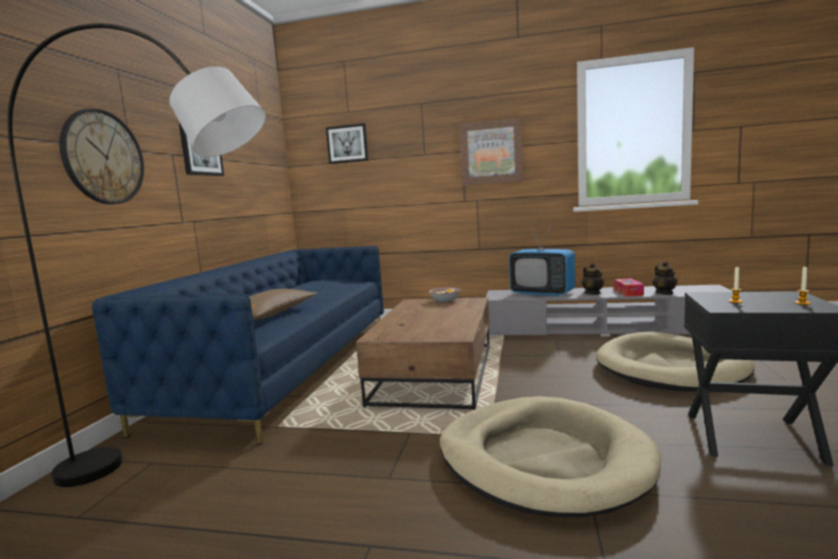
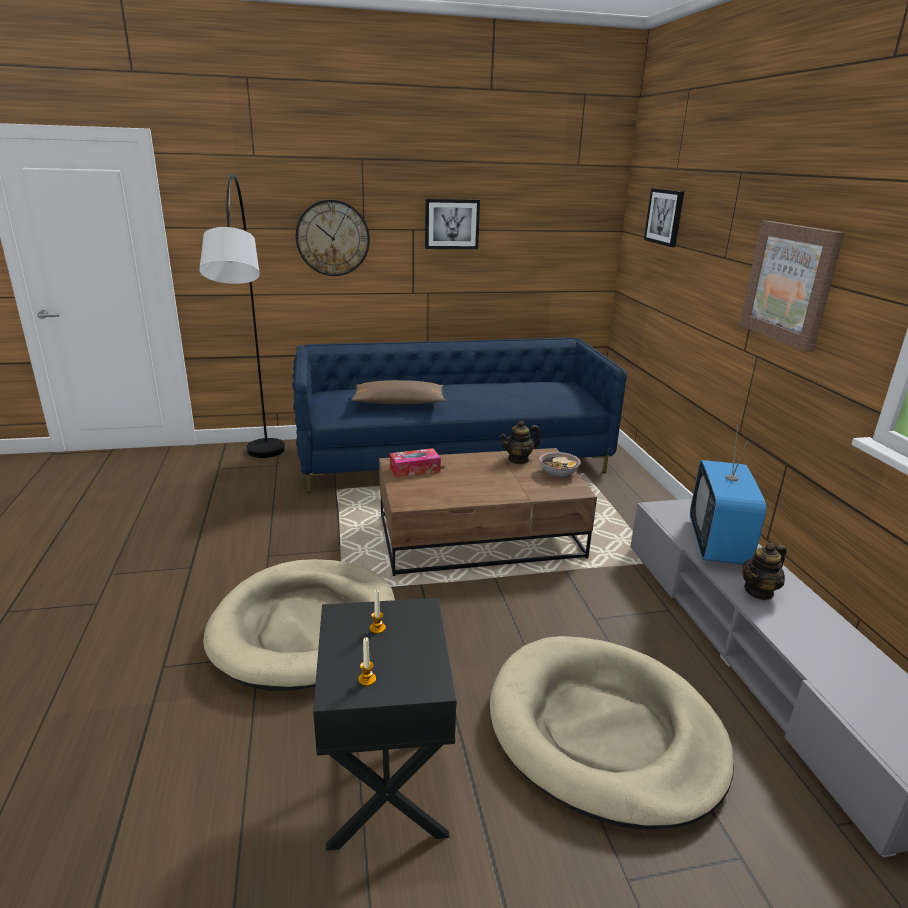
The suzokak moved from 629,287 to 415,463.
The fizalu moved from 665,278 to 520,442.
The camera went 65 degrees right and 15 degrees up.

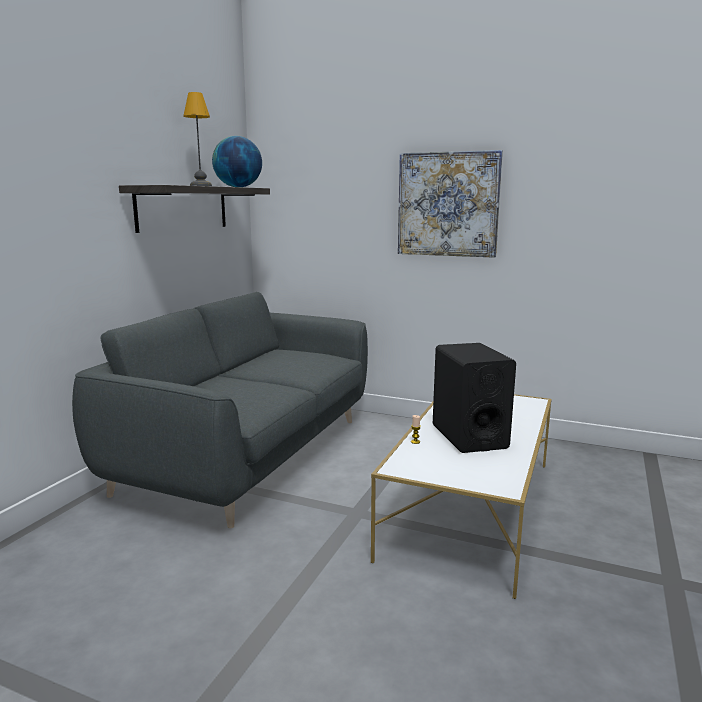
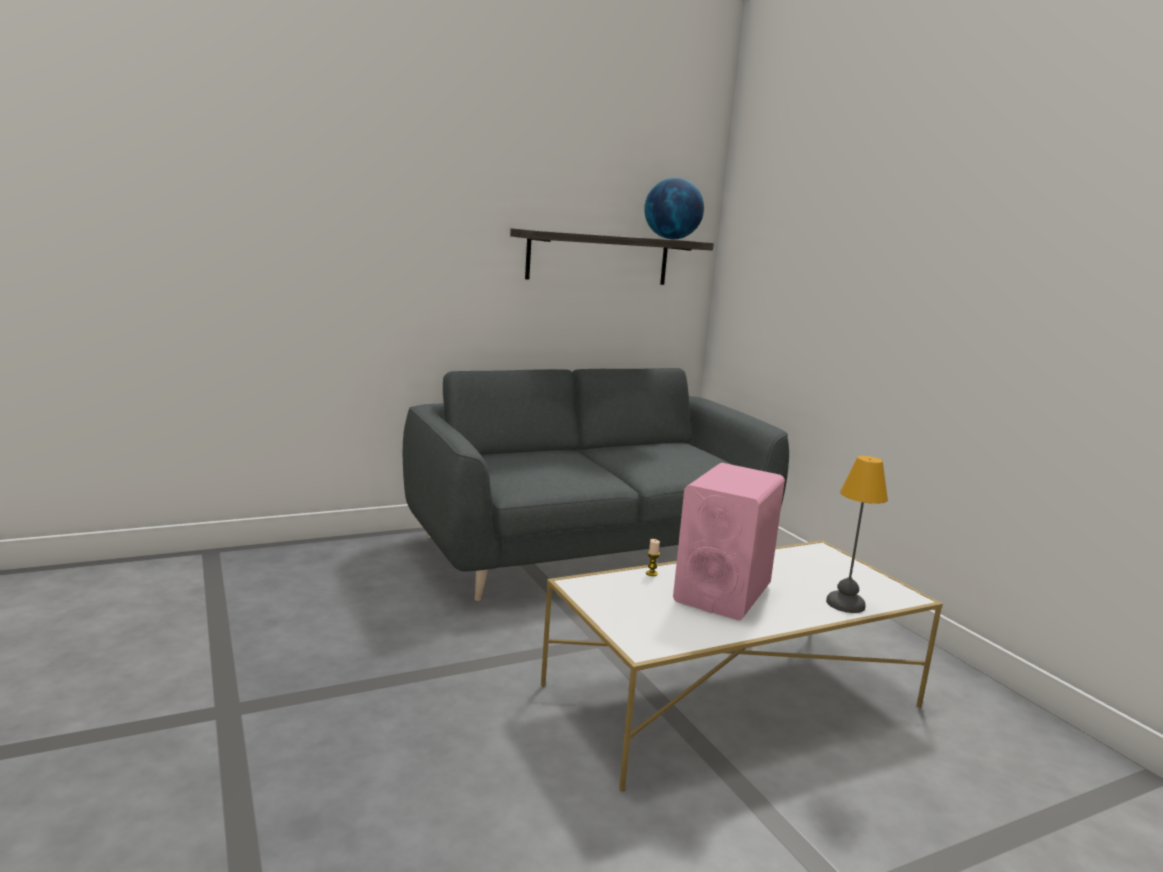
The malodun at 450,204 disappeared.
The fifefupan moved from 197,139 to 857,534.
The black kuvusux at 474,398 became the pink kuvusux at 729,541.
The camera went 40 degrees right and 0 degrees up.

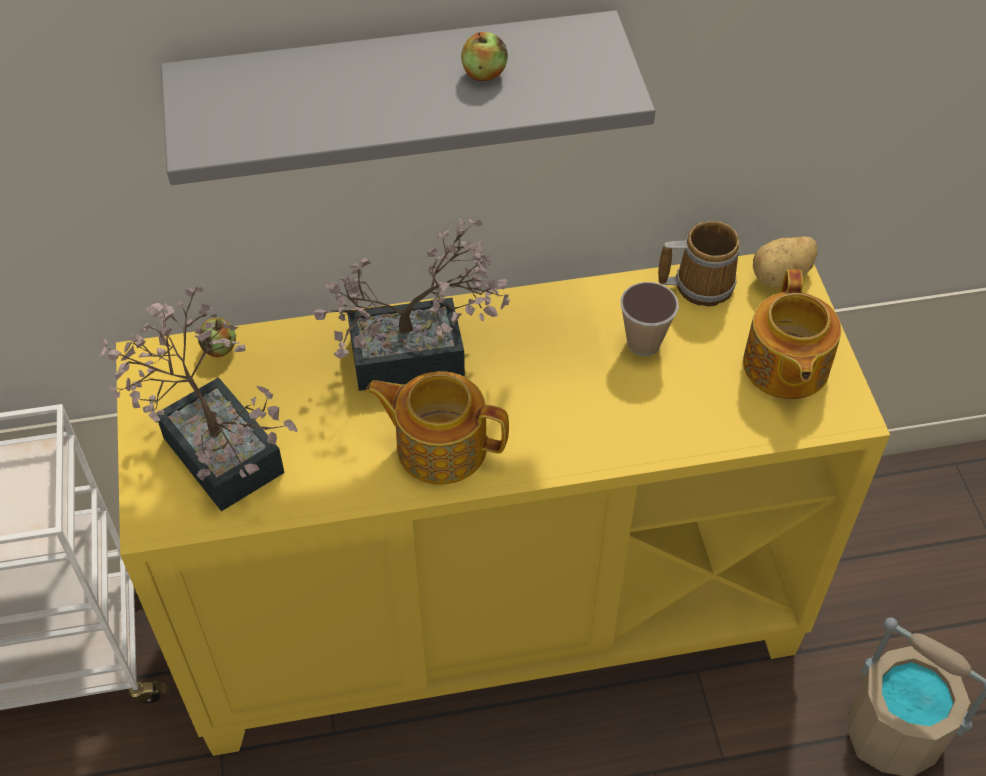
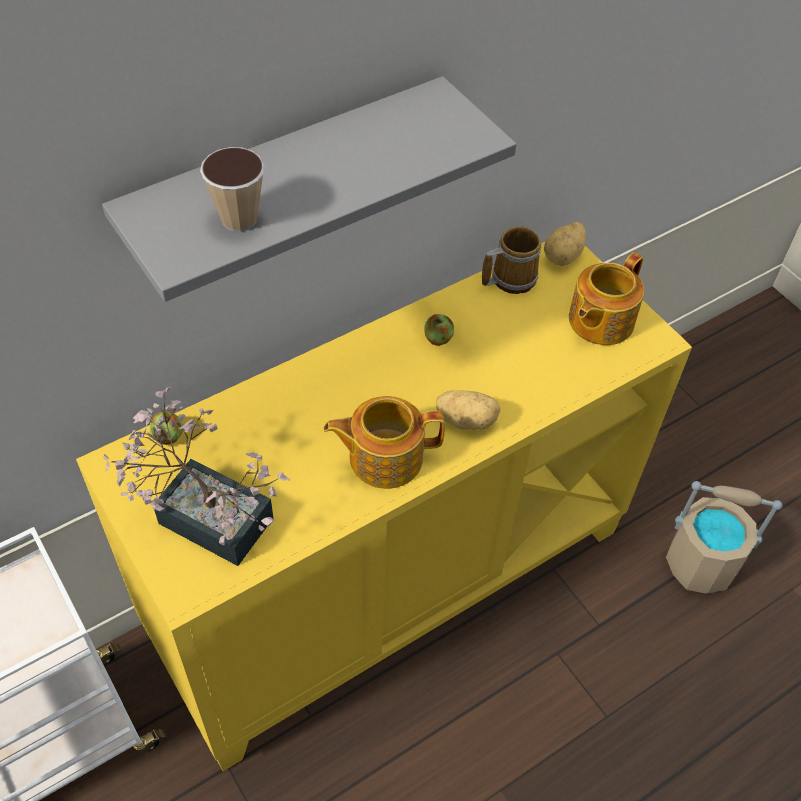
The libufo at 412,304 disappeared.
The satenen at 468,410 appeared.
The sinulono moved from 484,56 to 439,330.
The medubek moved from 649,319 to 232,189.
The fizalu at 792,334 turned 60 degrees clockwise.
The camera went 25 degrees left and 0 degrees up.

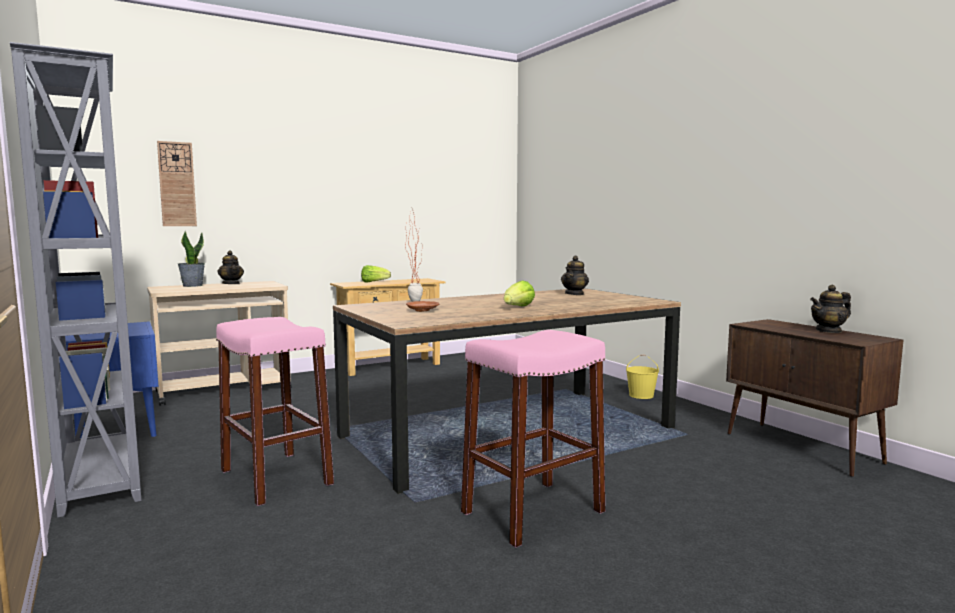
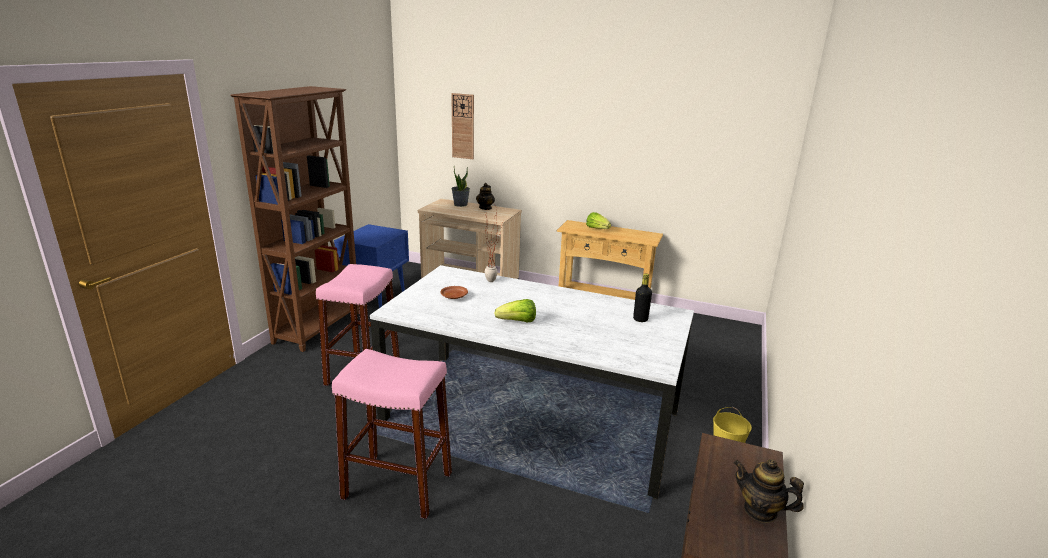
The fizalu at 575,275 was replaced by the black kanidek at 642,298.
The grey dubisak at 75,279 became the brown dubisak at 295,219.
The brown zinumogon at 507,391 became the white zinumogon at 532,382.
The camera went 50 degrees right and 15 degrees up.

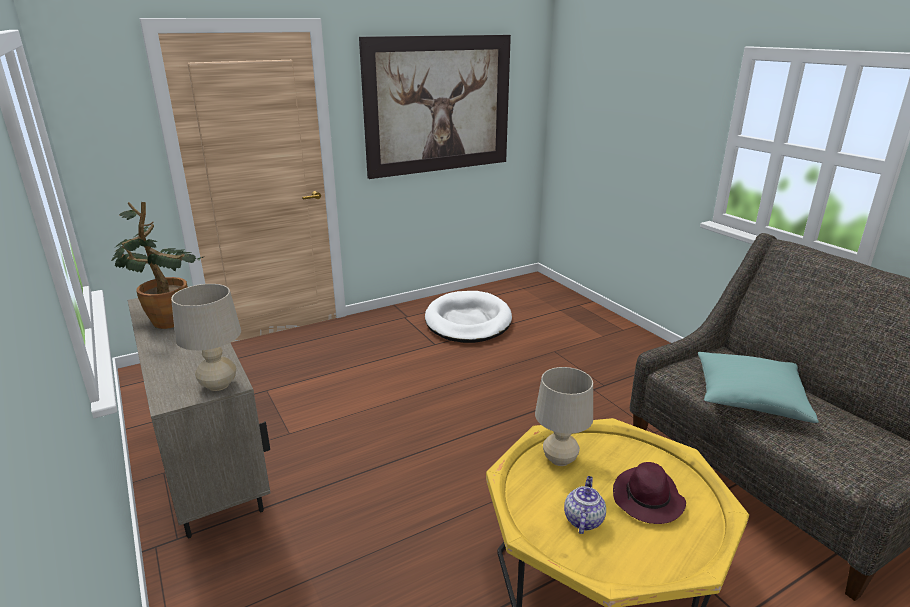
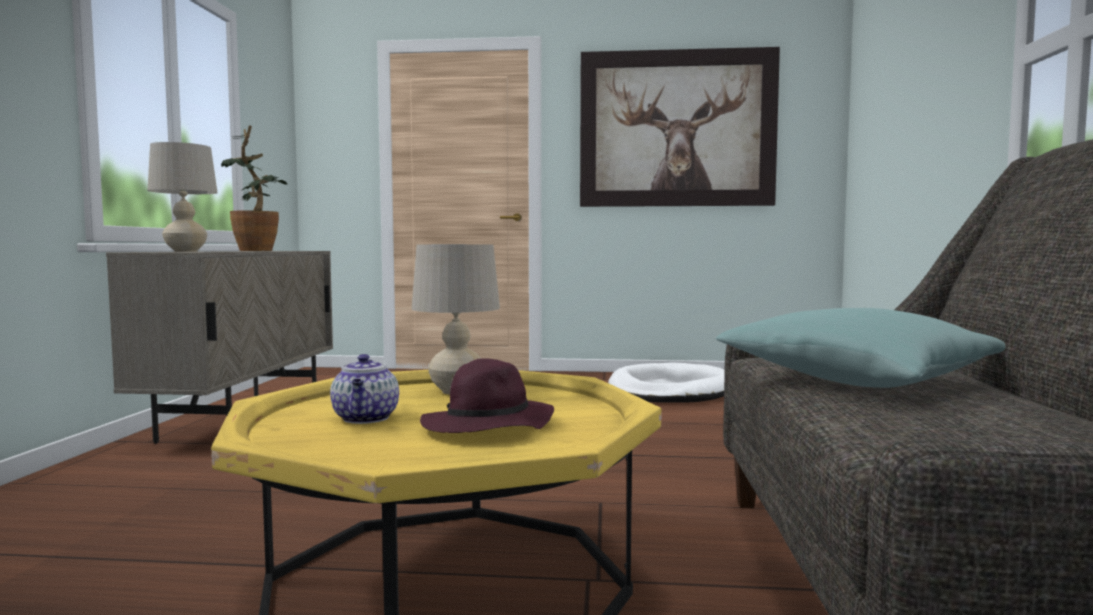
The fizalu at 585,505 turned 120 degrees clockwise.
The camera went 35 degrees right and 20 degrees down.

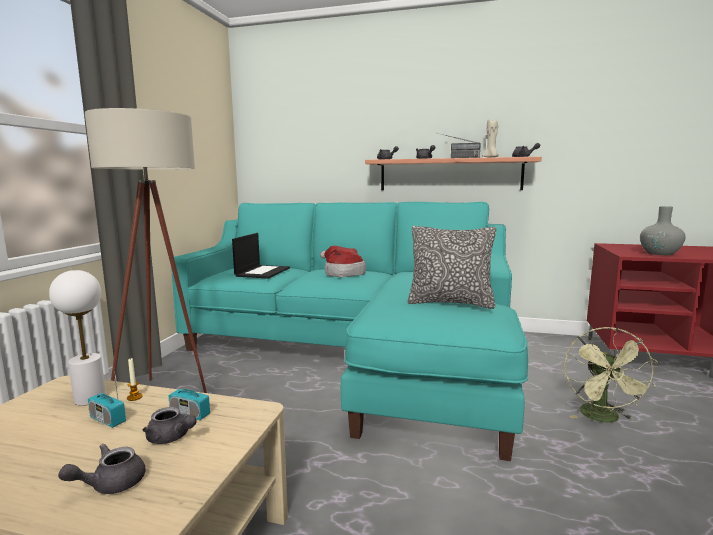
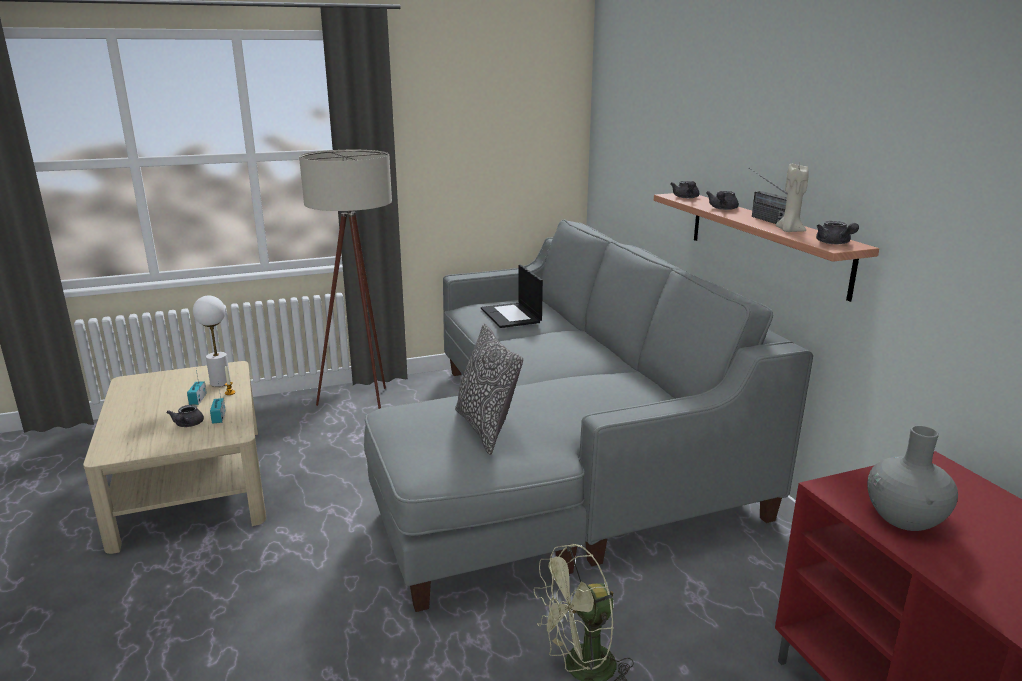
The grey fizalu at 102,469 disappeared.
The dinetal at 343,261 disappeared.
The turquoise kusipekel at 349,331 became the grey kusipekel at 588,416.
The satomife at 261,256 turned 90 degrees clockwise.
The camera went 55 degrees right and 10 degrees up.

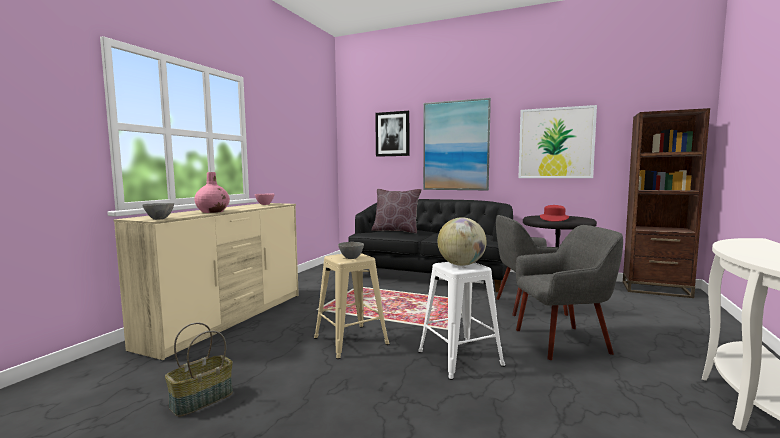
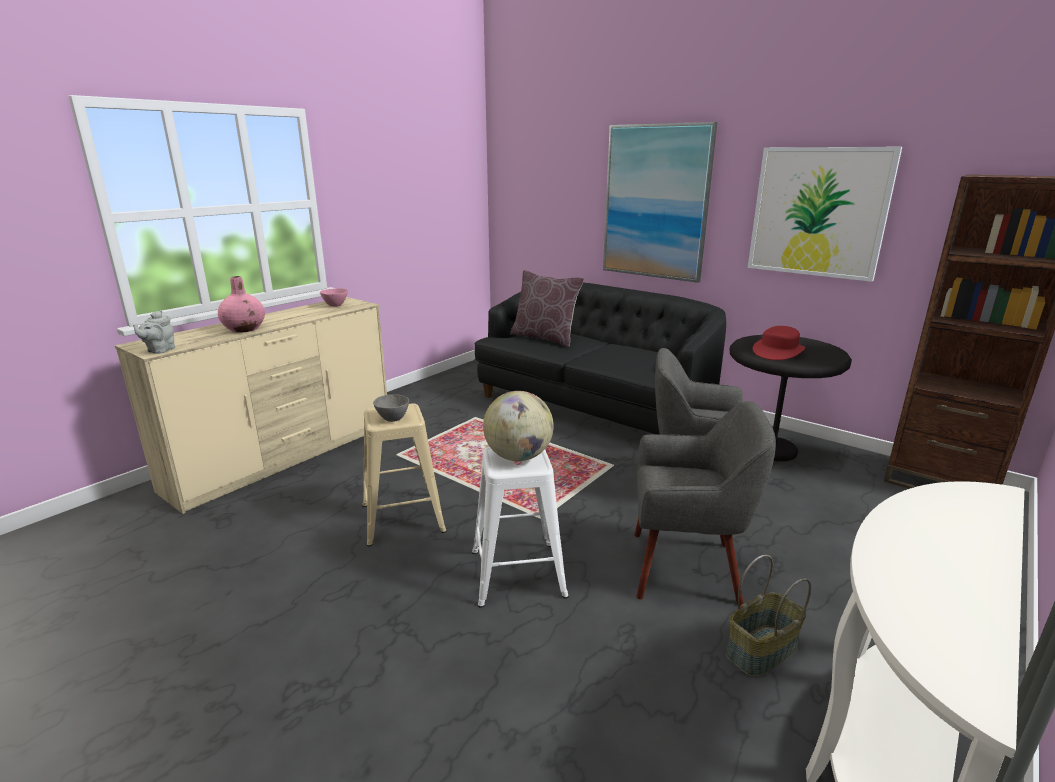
The malodun at 392,134 disappeared.
The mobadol moved from 199,369 to 768,616.
The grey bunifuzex at 158,211 was replaced by the grey fizalu at 154,332.
The camera went 15 degrees right and 15 degrees up.

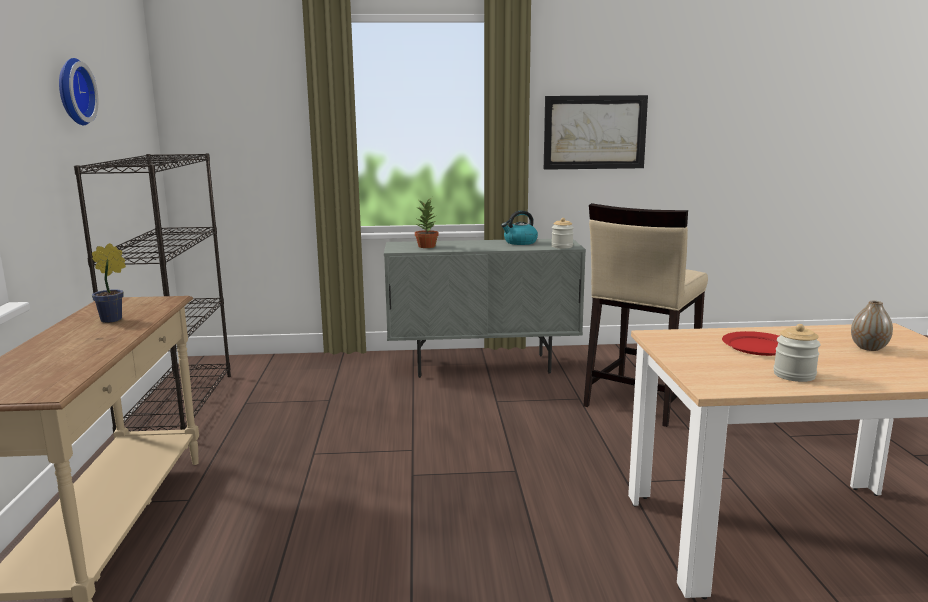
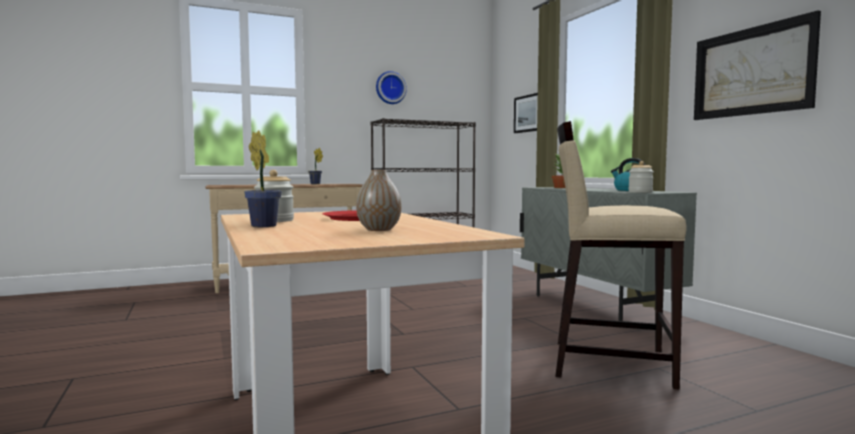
The libufo at 263,178 appeared.
The malodun at 526,113 appeared.
The camera went 70 degrees right and 10 degrees down.

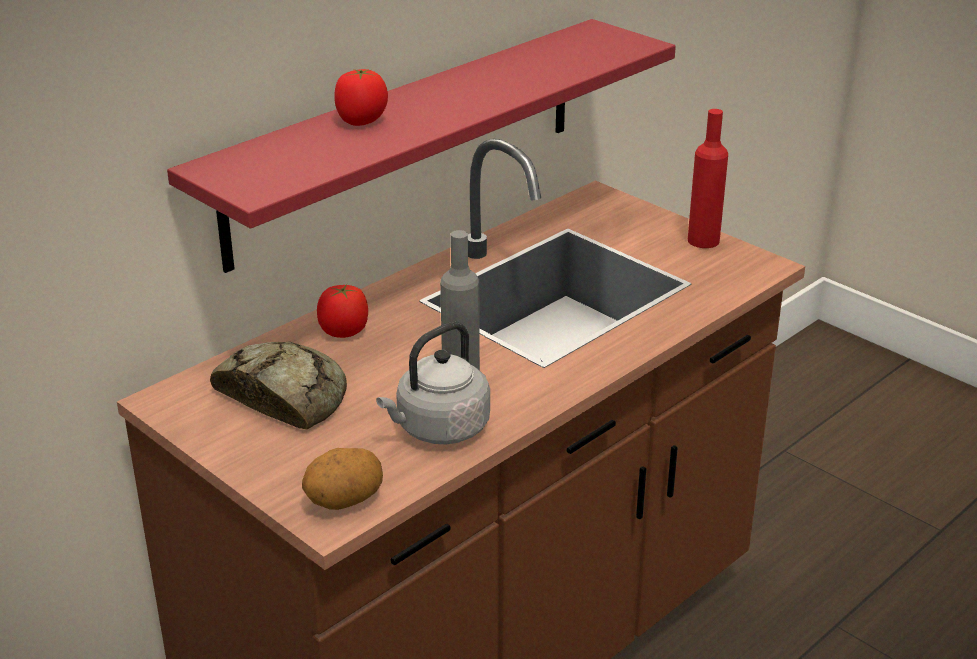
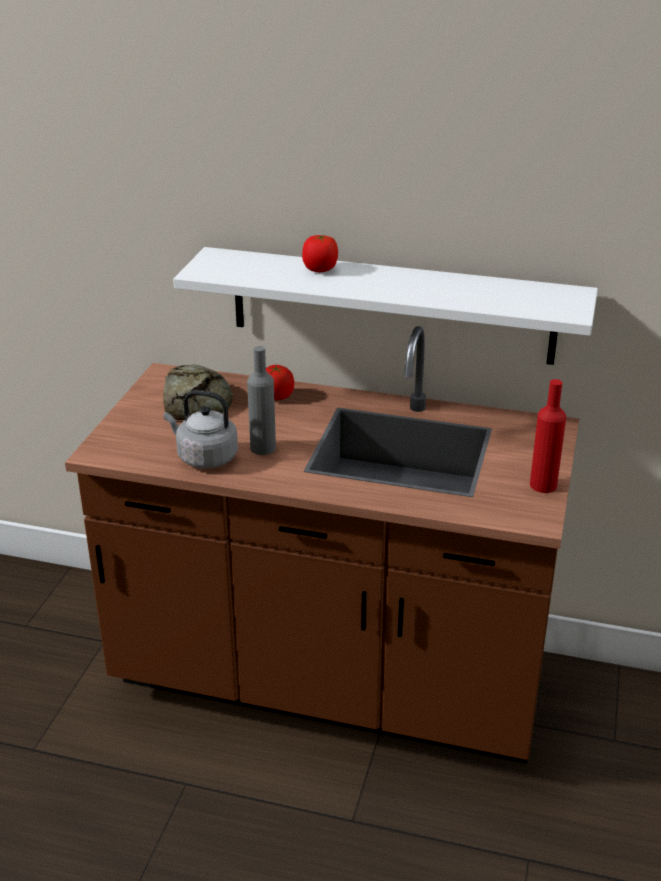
The satenen at 342,479 disappeared.
The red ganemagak at 421,146 became the white ganemagak at 385,306.
The camera went 60 degrees right and 0 degrees up.

